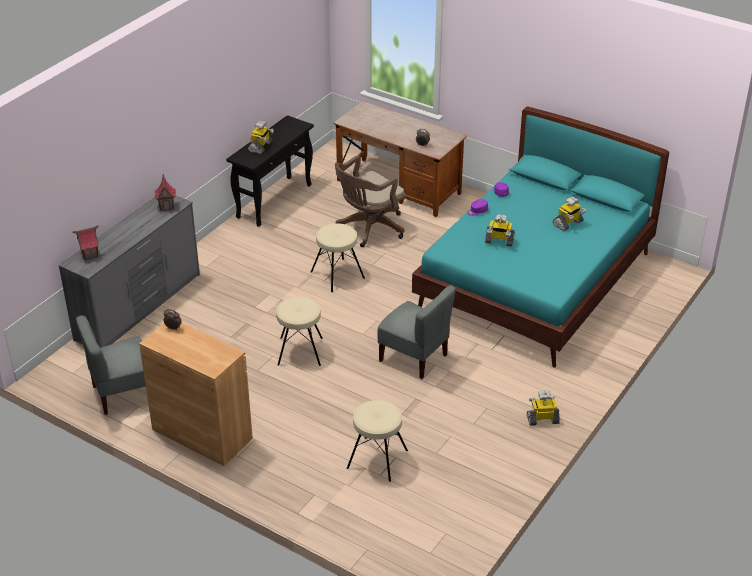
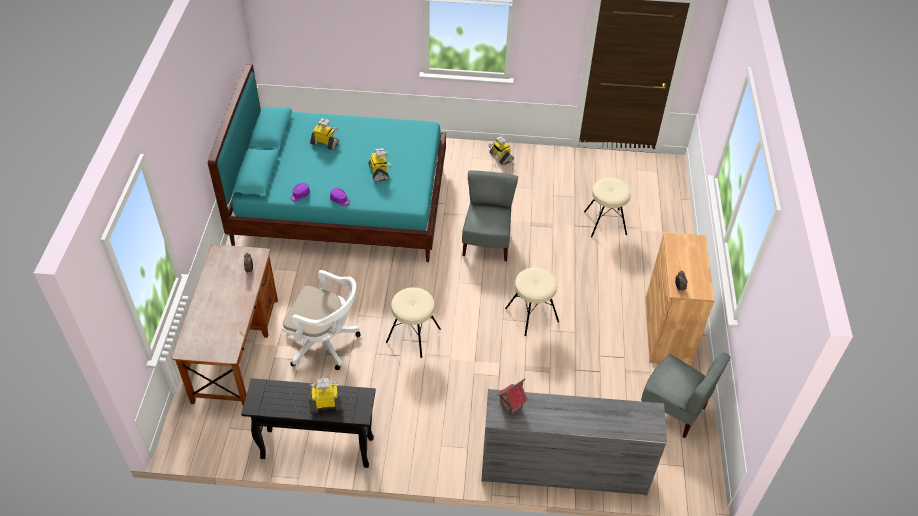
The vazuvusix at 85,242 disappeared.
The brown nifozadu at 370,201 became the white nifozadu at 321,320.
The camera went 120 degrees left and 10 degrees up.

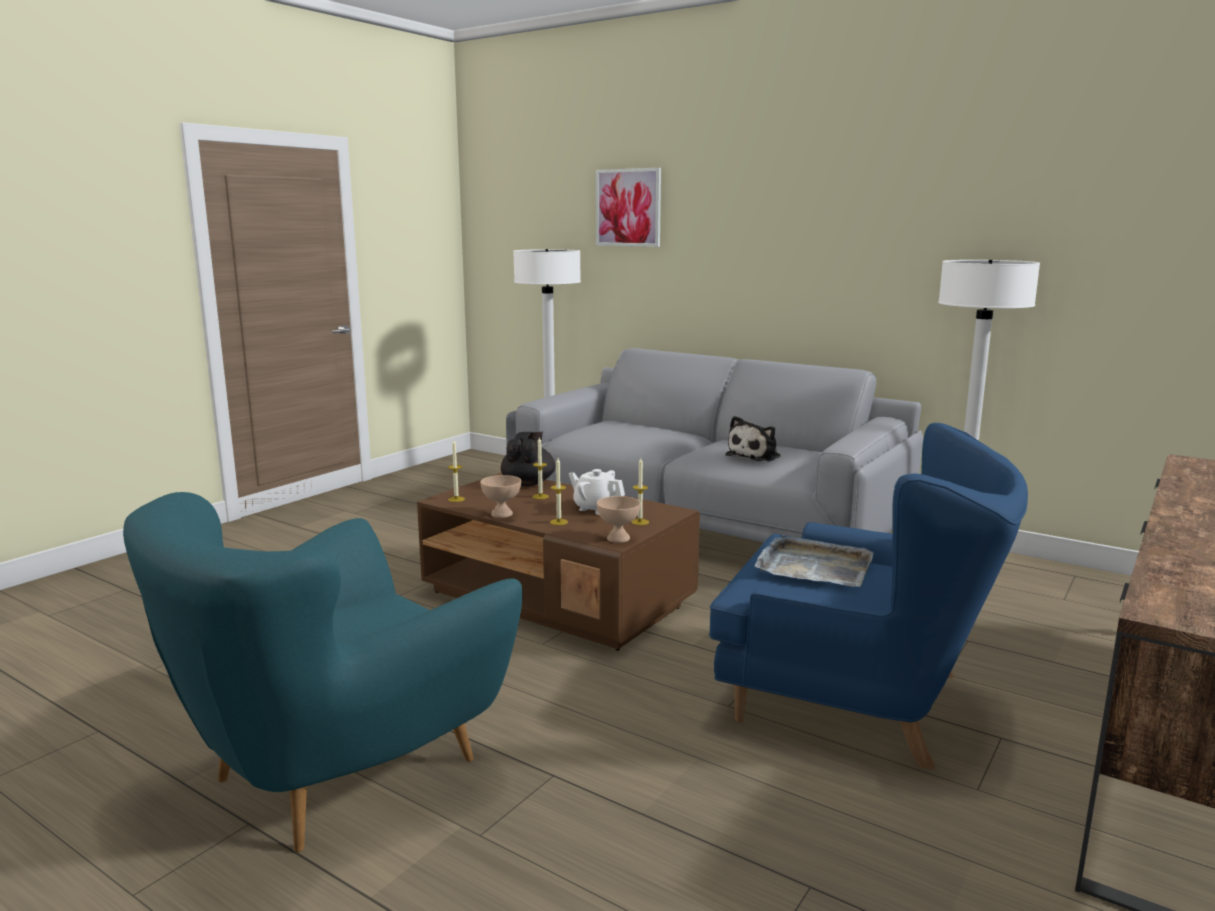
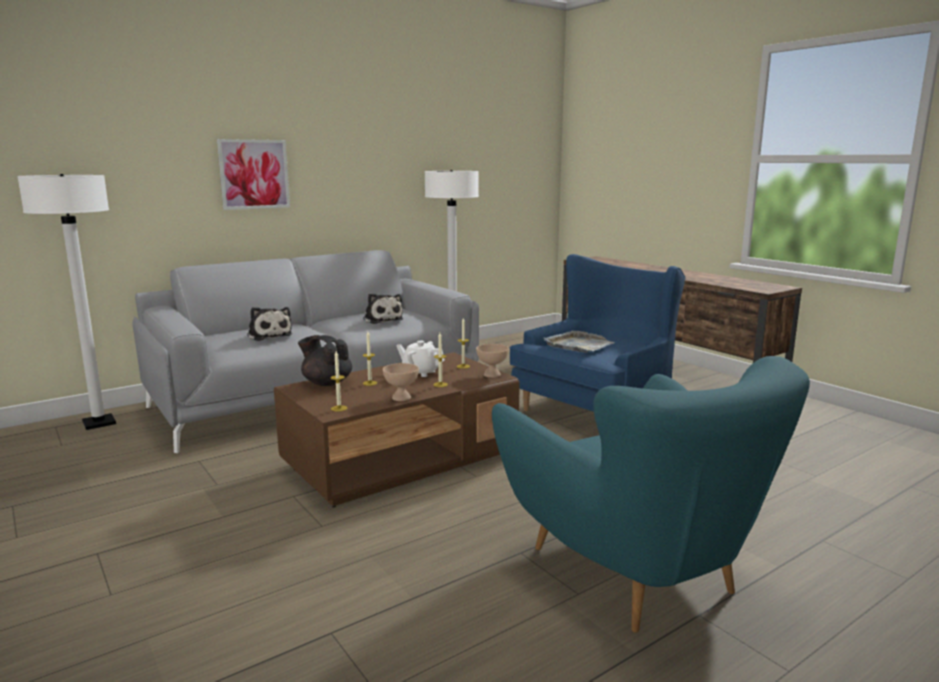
The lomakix at 269,324 appeared.
The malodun moved from 628,207 to 253,174.
The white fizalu at 597,492 turned 60 degrees clockwise.
The camera went 70 degrees left and 0 degrees up.

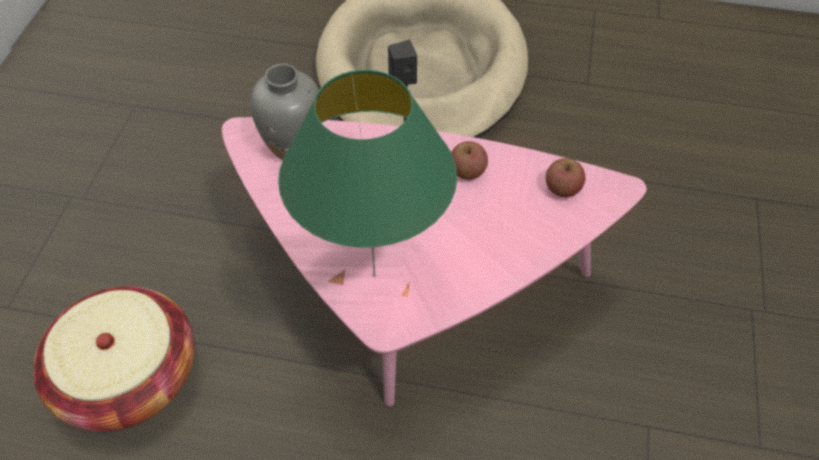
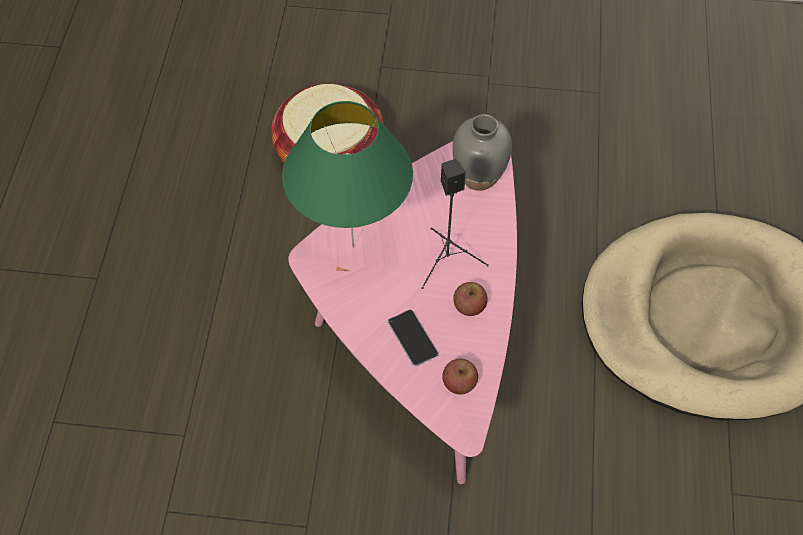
The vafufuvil at 413,338 appeared.
The camera went 85 degrees right and 5 degrees up.

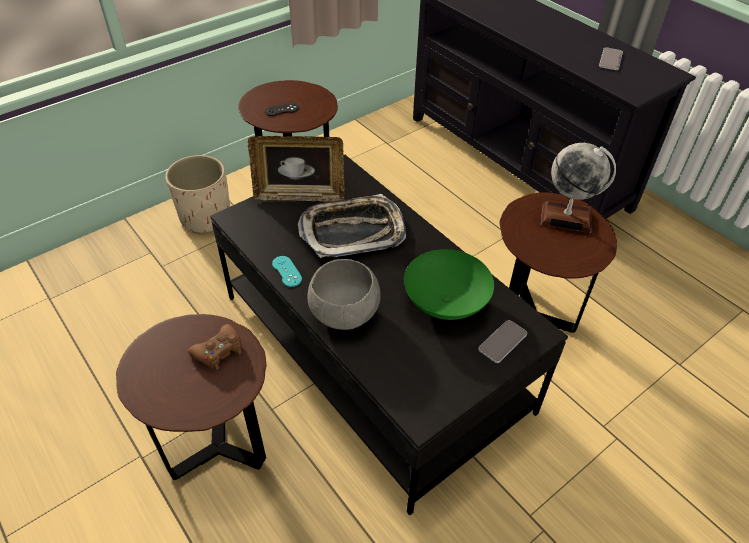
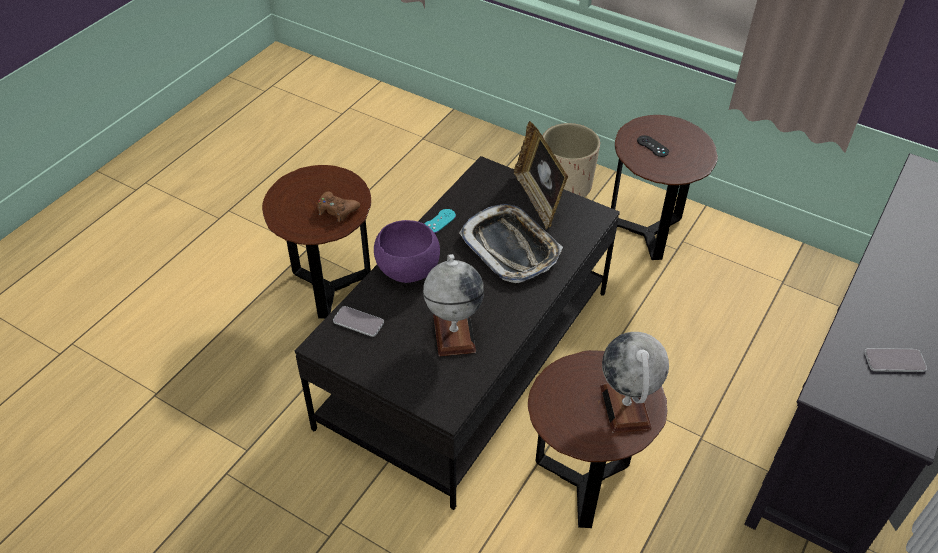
The vafufuvil moved from 502,341 to 358,321.
The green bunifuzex at 449,284 was replaced by the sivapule at 453,305.
The grey bunifuzex at 344,294 became the purple bunifuzex at 407,251.
The camera went 70 degrees right and 0 degrees up.

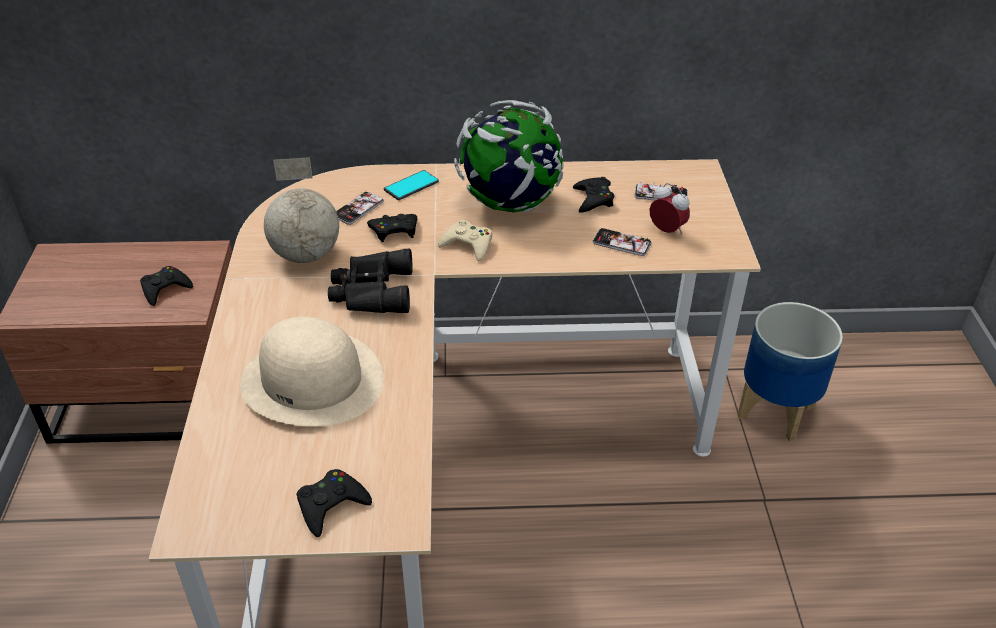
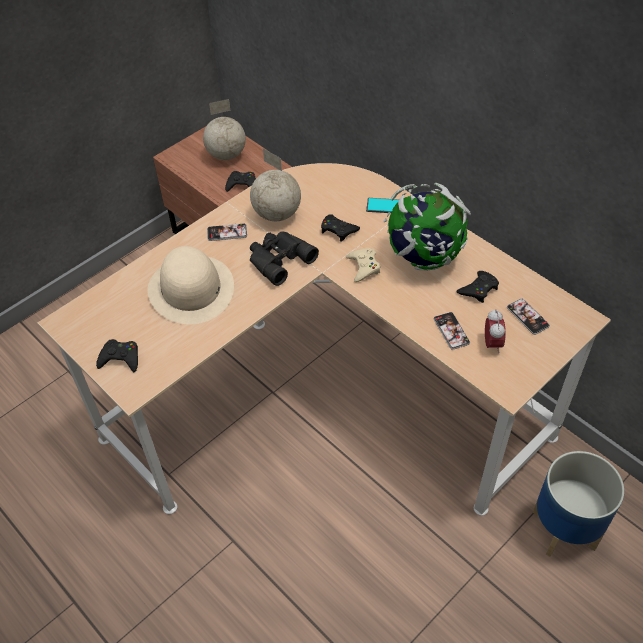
The sivapule at 224,129 appeared.
The vafufuvil moved from 360,208 to 227,232.
The camera went 50 degrees right and 10 degrees up.

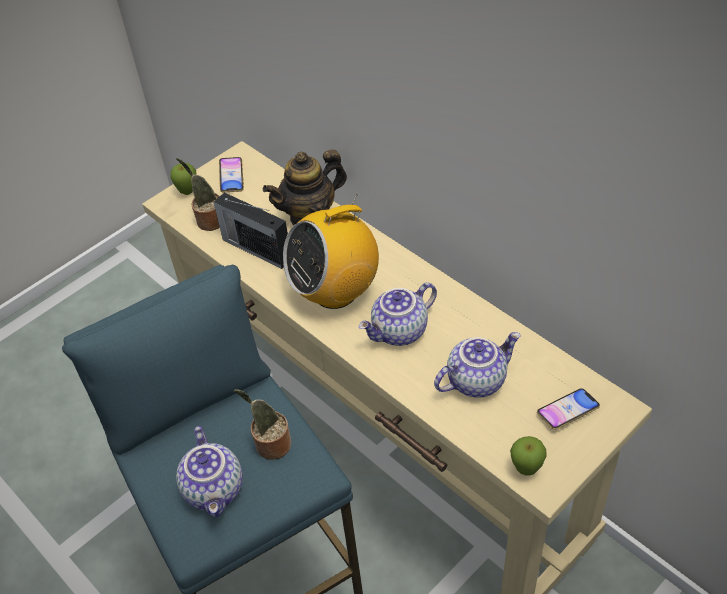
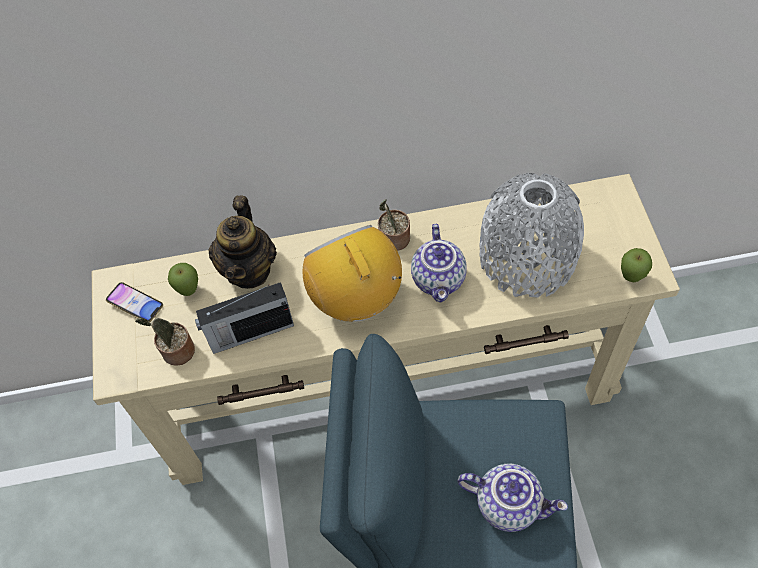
The vafufuvil at 568,409 disappeared.
The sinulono moved from 183,179 to 183,279.
The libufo moved from 262,424 to 394,225.
The fizalu at 477,365 was replaced by the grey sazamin at 531,235.
The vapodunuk at 331,251 turned 150 degrees clockwise.
The camera went 55 degrees left and 10 degrees up.

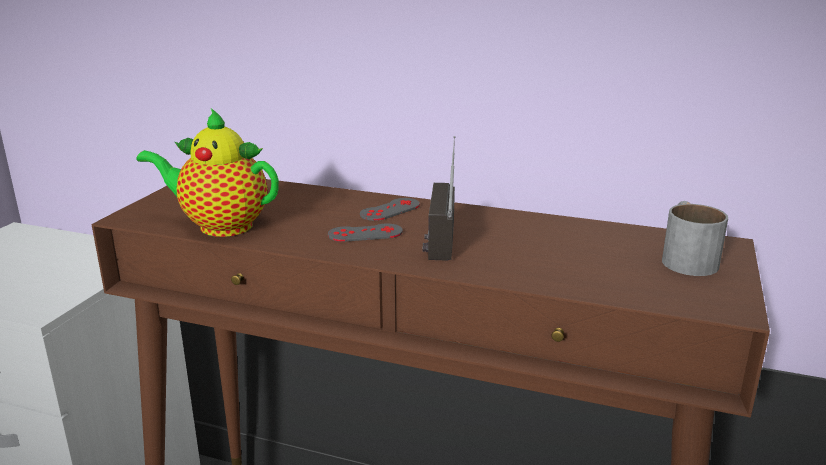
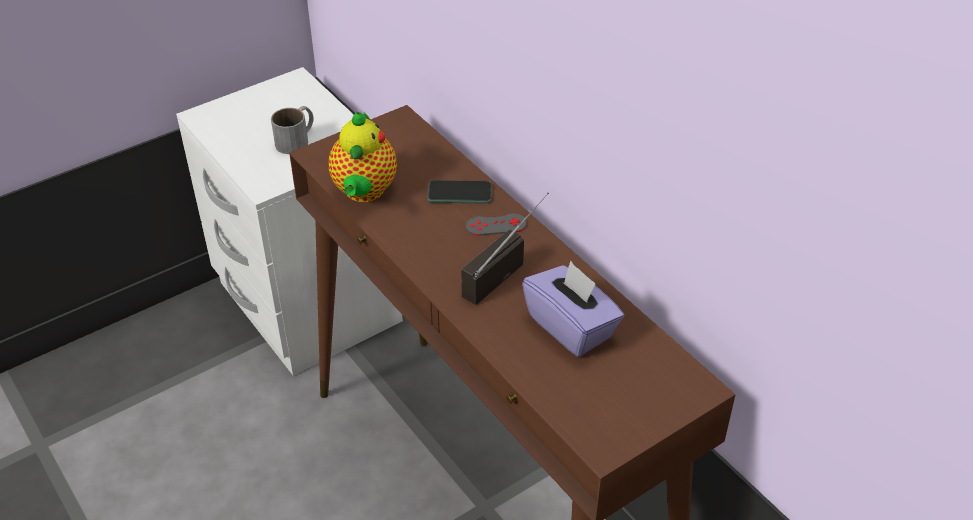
The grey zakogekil at 365,233 disappeared.
The vafufuvil at 459,192 appeared.
The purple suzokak at 573,309 appeared.
The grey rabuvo moved from 695,238 to 292,130.
The fizalu at 207,172 turned 135 degrees counterclockwise.
The camera went 35 degrees right and 20 degrees up.

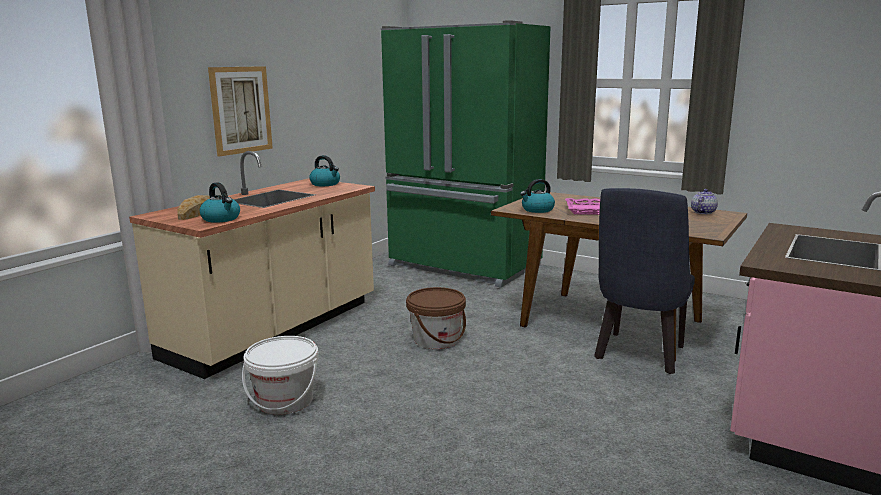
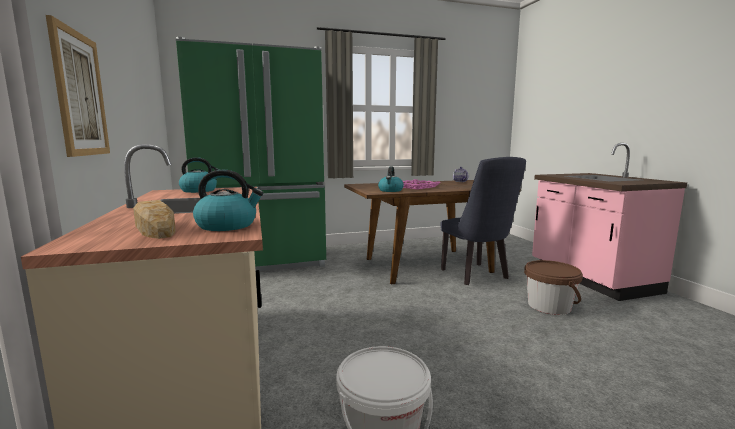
The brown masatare moved from 436,318 to 553,287.
The camera went 50 degrees left and 5 degrees down.

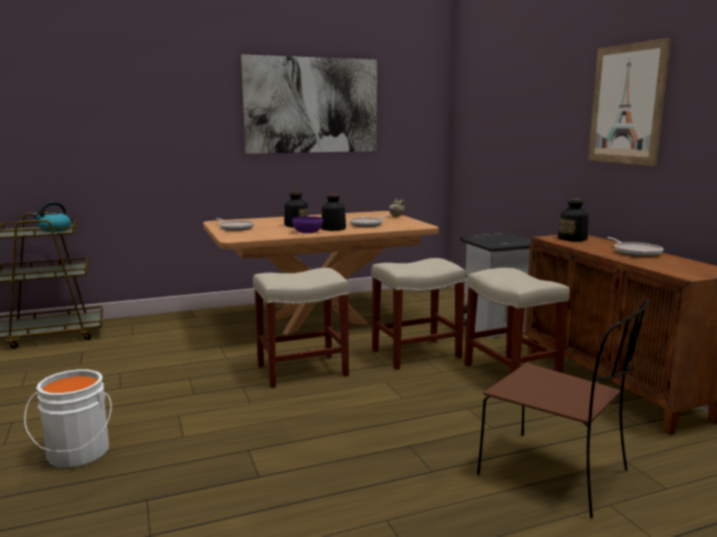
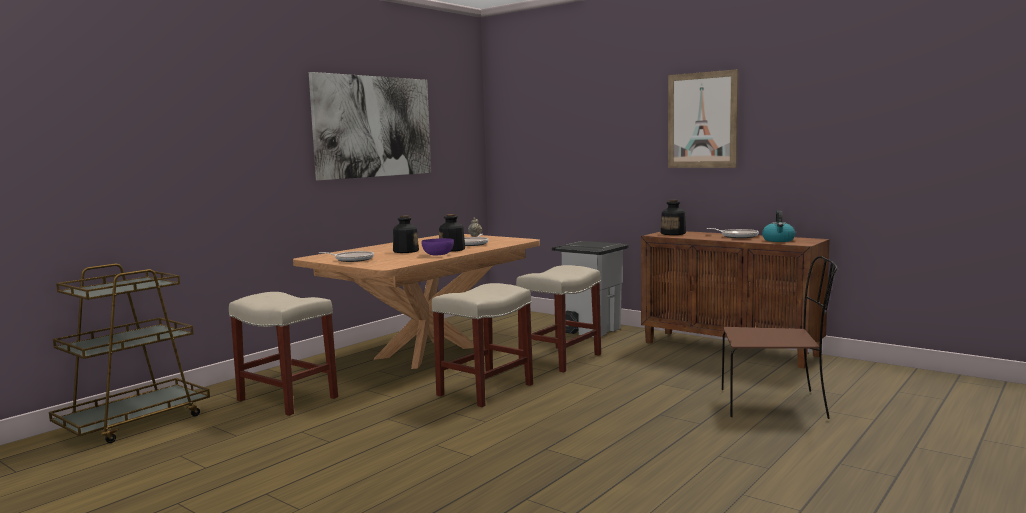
The white masatare at 68,418 disappeared.
The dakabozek moved from 52,217 to 778,226.
The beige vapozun moved from 517,321 to 283,354.
The camera went 30 degrees left and 5 degrees down.

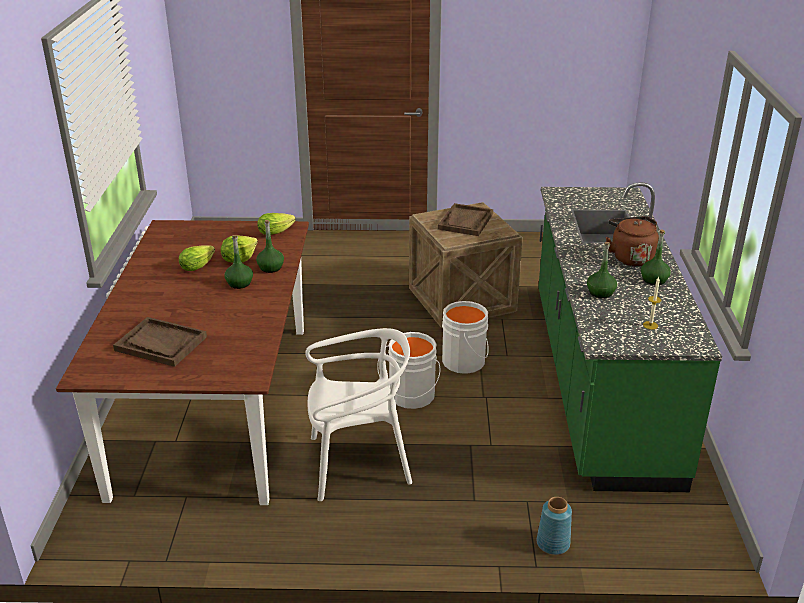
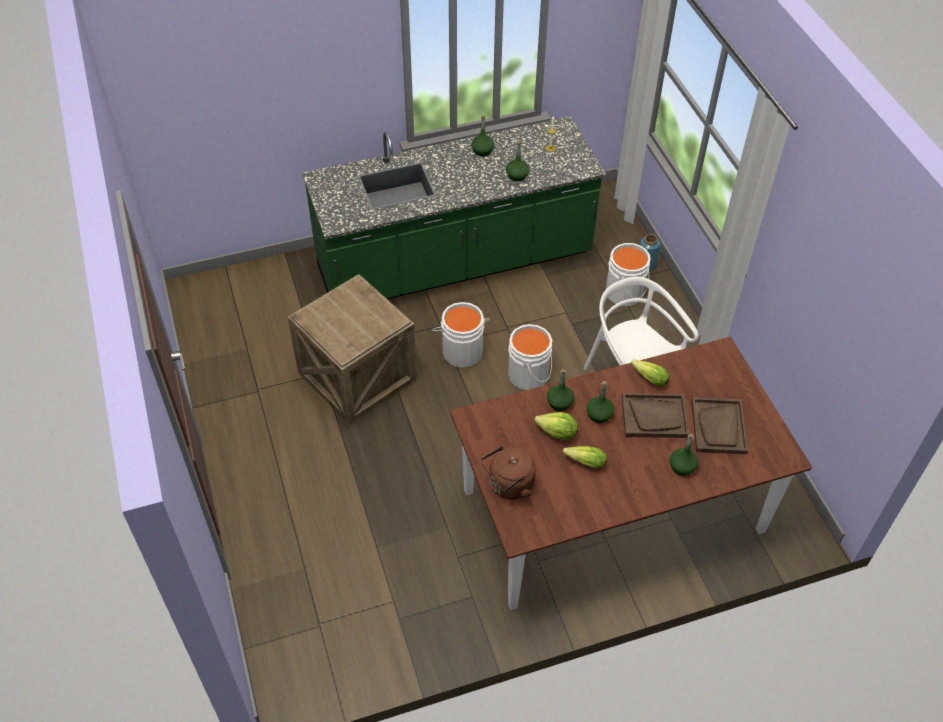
The white masatare at 628,274 appeared.
The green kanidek at 684,455 appeared.
The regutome moved from 276,224 to 650,373.
The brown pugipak moved from 465,219 to 656,415.
The brown dakabozek moved from 632,241 to 508,473.
The camera went 110 degrees left and 20 degrees up.

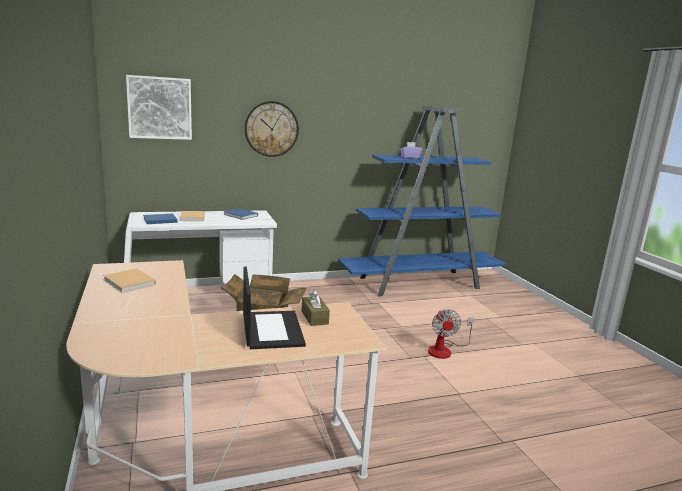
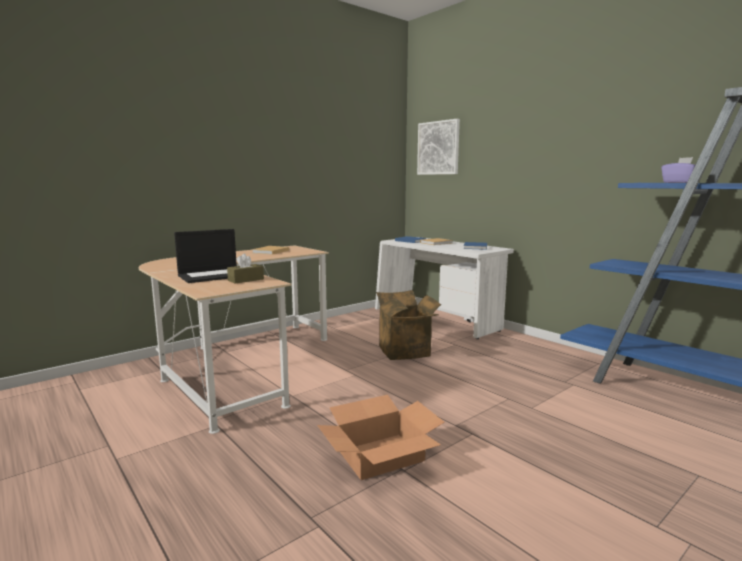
The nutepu at 271,129 disappeared.
The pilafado at 451,334 disappeared.
The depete at 381,437 appeared.
The camera went 70 degrees right and 5 degrees down.

